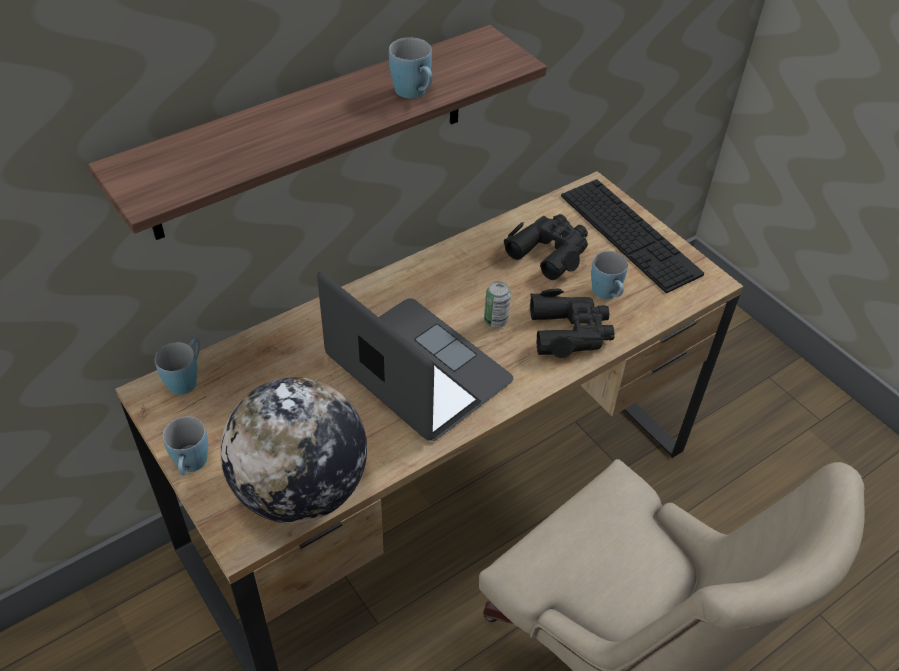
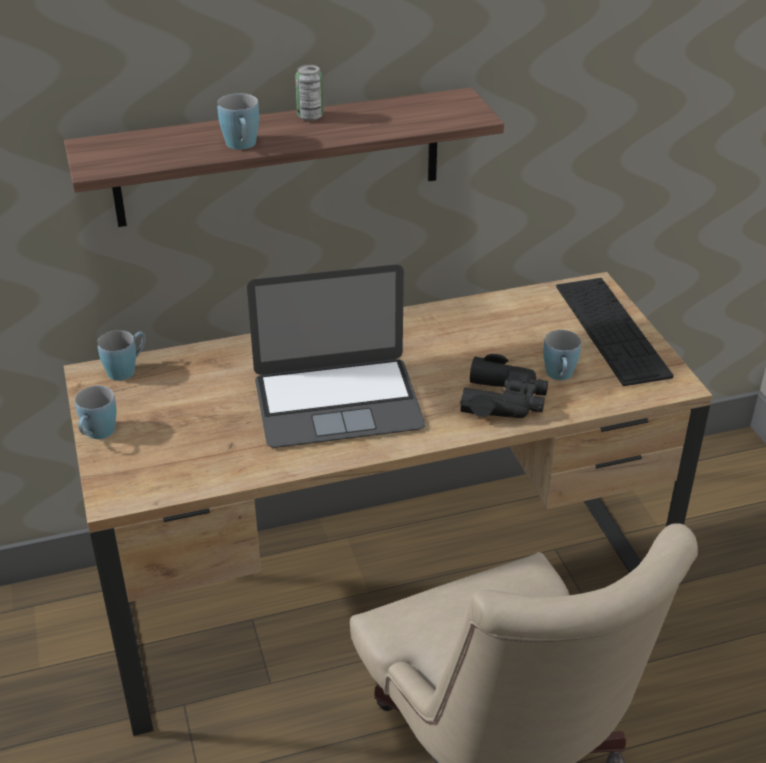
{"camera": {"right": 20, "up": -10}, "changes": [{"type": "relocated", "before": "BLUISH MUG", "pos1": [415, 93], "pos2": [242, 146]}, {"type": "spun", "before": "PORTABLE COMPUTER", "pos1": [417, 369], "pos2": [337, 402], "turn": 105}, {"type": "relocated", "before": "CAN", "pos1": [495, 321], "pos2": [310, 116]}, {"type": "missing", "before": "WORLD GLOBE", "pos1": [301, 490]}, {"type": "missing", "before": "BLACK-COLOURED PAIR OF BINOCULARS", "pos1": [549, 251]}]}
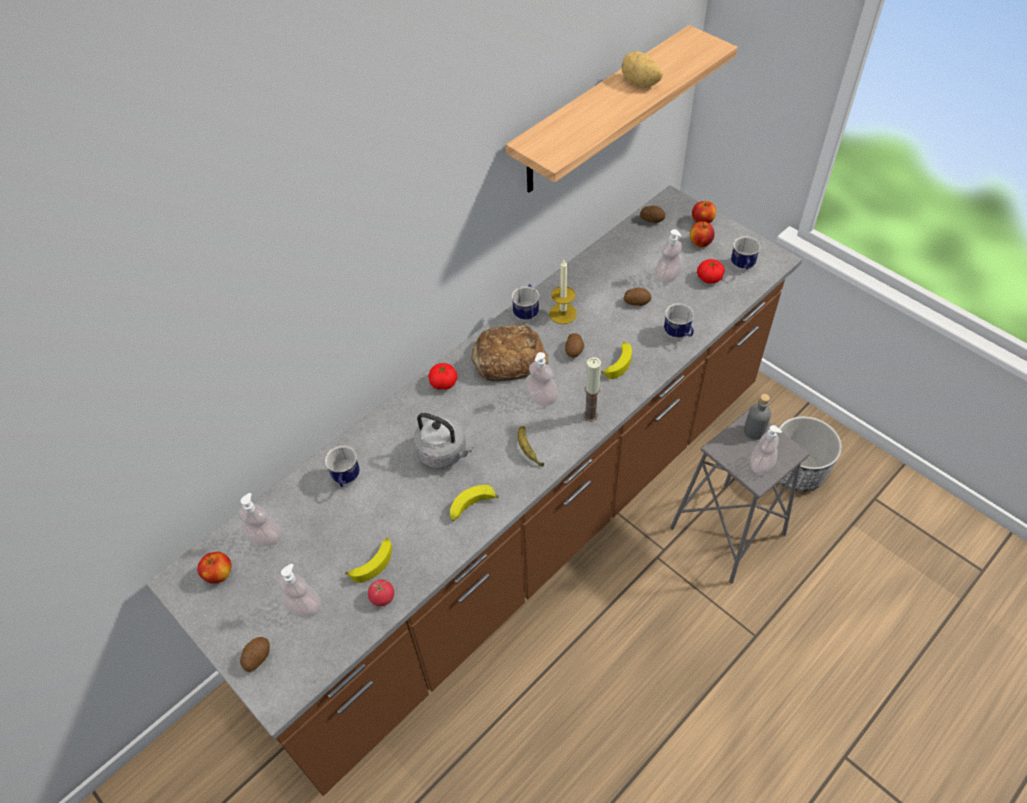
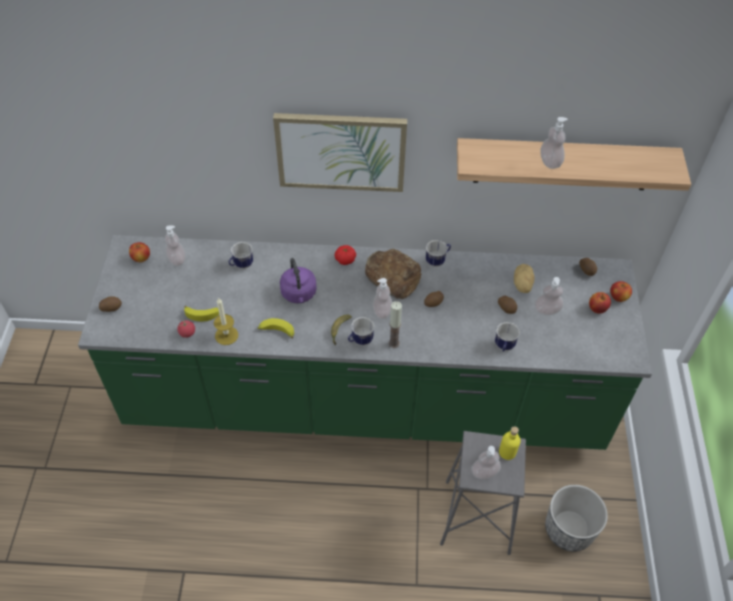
{"camera": {"right": 45, "up": 0}, "changes": [{"type": "colour", "before": "BROWN-COLOURED KITCHEN COUNTER", "after": "GREENISH KITCHEN COUNTER", "pos1": [520, 529], "pos2": [364, 400]}, {"type": "relocated", "before": "CANDLE", "pos1": [563, 313], "pos2": [226, 335]}, {"type": "appeared", "after": "WALL ART", "pos2": [341, 151]}, {"type": "colour", "before": "GREYISH TEA KETTLE", "after": "PURPLISH TEA KETTLE", "pos1": [444, 453], "pos2": [299, 294]}, {"type": "relocated", "before": "MUG", "pos1": [742, 268], "pos2": [359, 341]}, {"type": "colour", "before": "GREYISH DRINK BOTTLE", "after": "YELLOWISH DRINK BOTTLE", "pos1": [754, 431], "pos2": [507, 452]}, {"type": "relocated", "before": "WHOLE POTATO", "pos1": [640, 82], "pos2": [521, 285]}, {"type": "relocated", "before": "SOAP DISPENSER", "pos1": [304, 606], "pos2": [550, 162]}, {"type": "missing", "before": "BANANA FRUIT", "pos1": [618, 363]}, {"type": "missing", "before": "TOMATO", "pos1": [709, 278]}]}
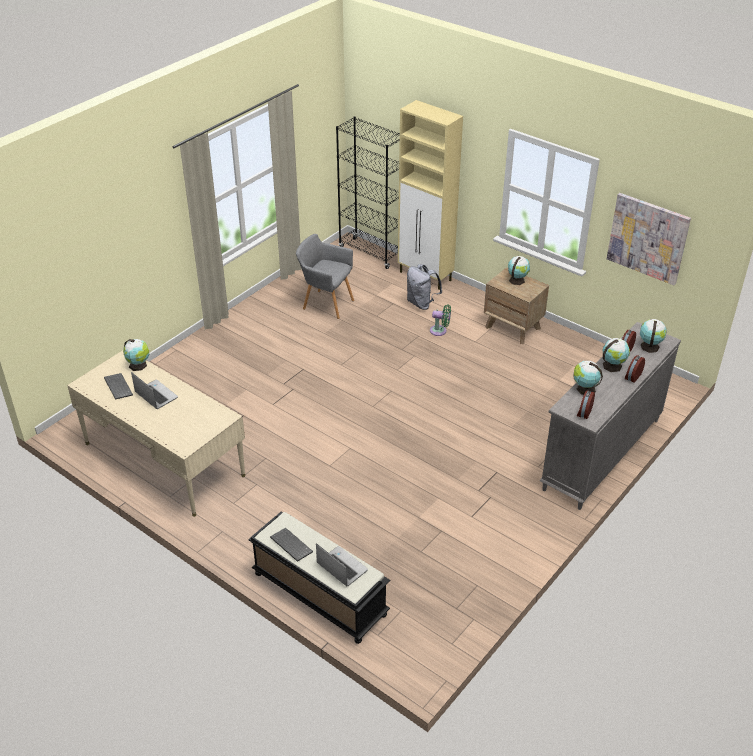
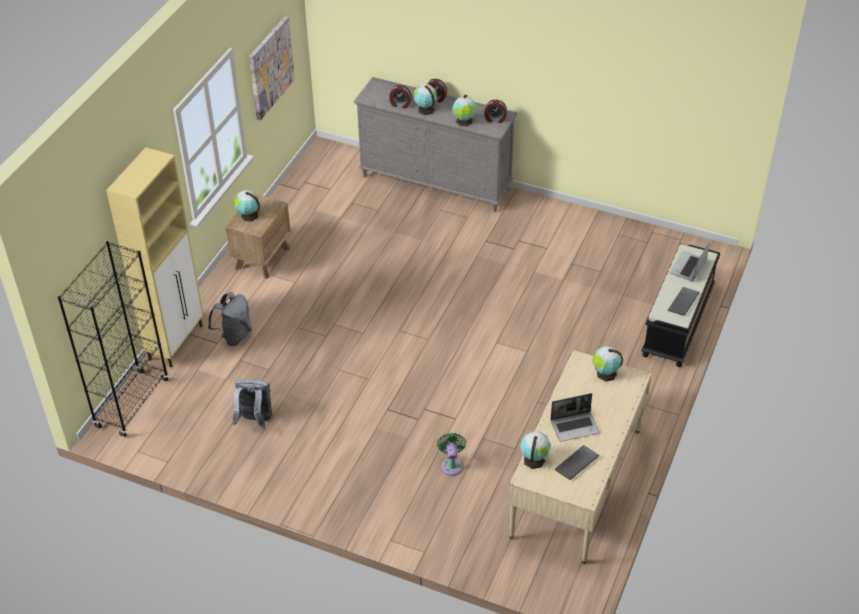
{"camera": {"right": -105, "up": 5}, "changes": [{"type": "exchanged", "before": "GREYISH LOUNGE CHAIR", "after": "GREYISH KNAPSACK", "pos1": [326, 303], "pos2": [255, 420]}, {"type": "relocated", "before": "GREENISH COOLING FAN", "pos1": [440, 331], "pos2": [452, 465]}, {"type": "spun", "before": "PORTABLE COMPUTER", "pos1": [155, 395], "pos2": [575, 426], "turn": -135}, {"type": "relocated", "before": "WORLD GLOBE", "pos1": [649, 346], "pos2": [605, 374]}]}
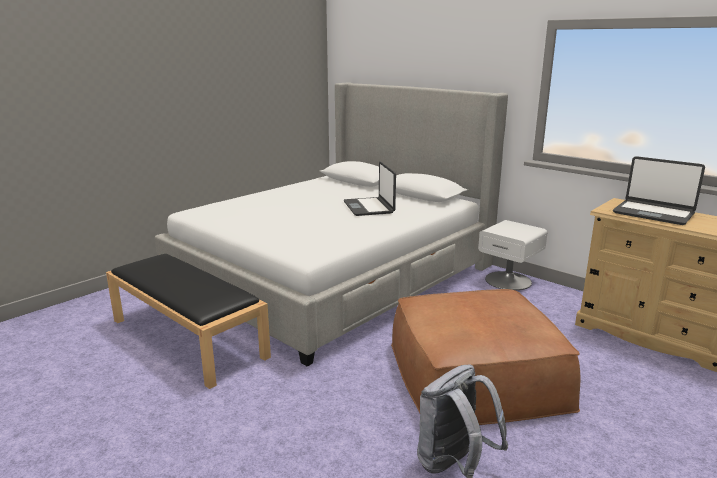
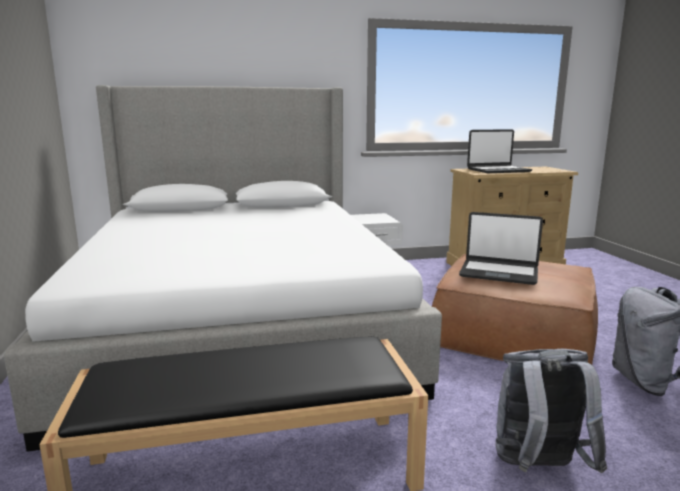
{"camera": {"right": -55, "up": -5}, "changes": [{"type": "relocated", "before": "PORTABLE COMPUTER", "pos1": [369, 207], "pos2": [499, 273]}, {"type": "appeared", "after": "GREYISH KNAPSACK", "pos2": [538, 468]}]}
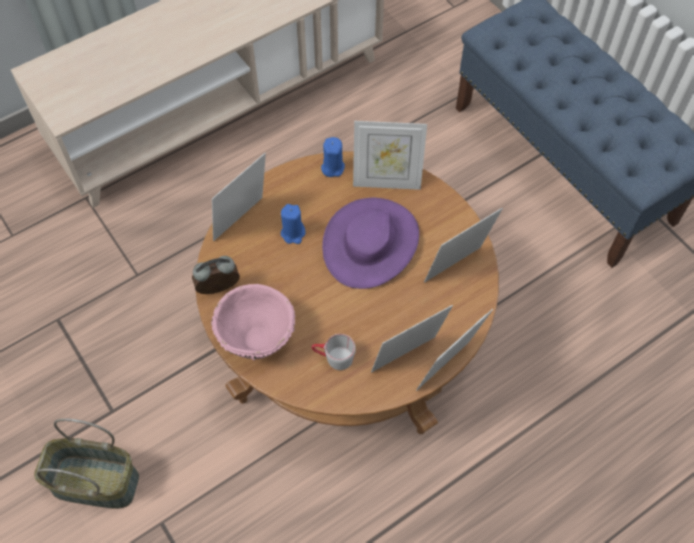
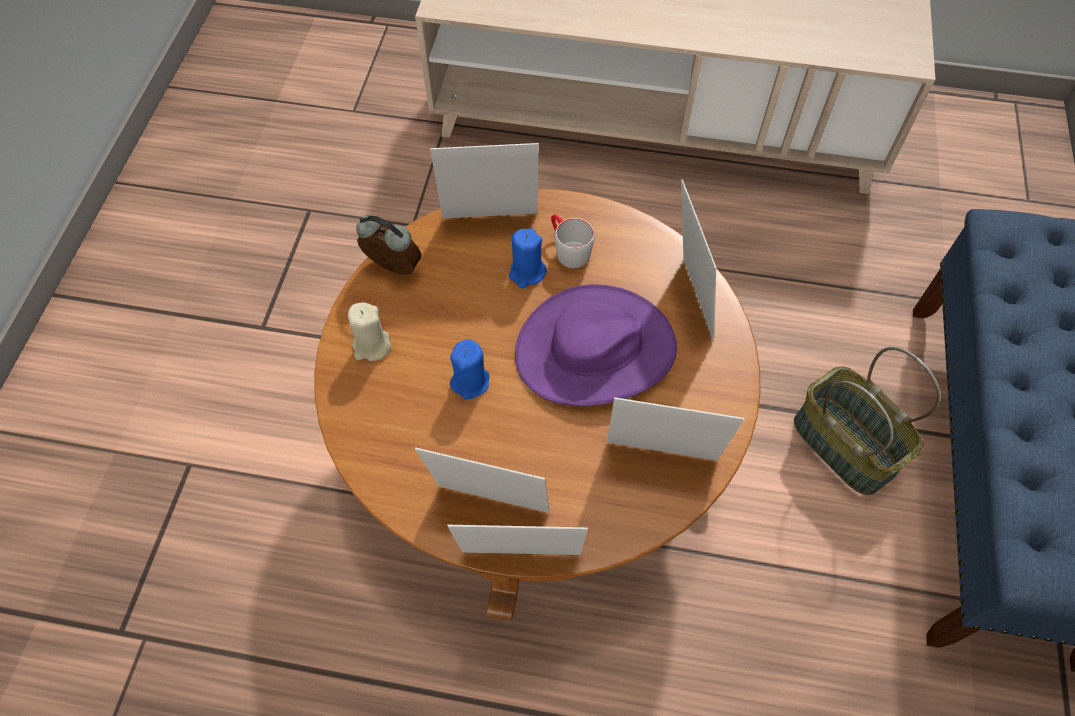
{"camera": {"right": 45, "up": 0}, "changes": [{"type": "exchanged", "before": "PINKISH BOWL", "after": "SAND-COLOURED CANDLE", "pos1": [256, 338], "pos2": [371, 346]}, {"type": "relocated", "before": "BLUISH CANDLE", "pos1": [332, 167], "pos2": [470, 382]}, {"type": "relocated", "before": "GREYISH MUG", "pos1": [333, 358], "pos2": [567, 249]}, {"type": "spun", "before": "PHOTO FRAME", "pos1": [387, 182], "pos2": [688, 299], "turn": -150}, {"type": "relocated", "before": "BASKET", "pos1": [94, 483], "pos2": [842, 445]}]}
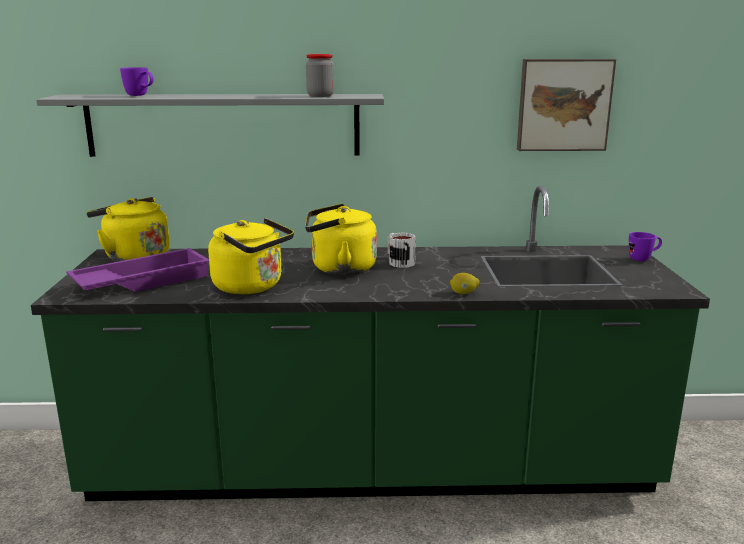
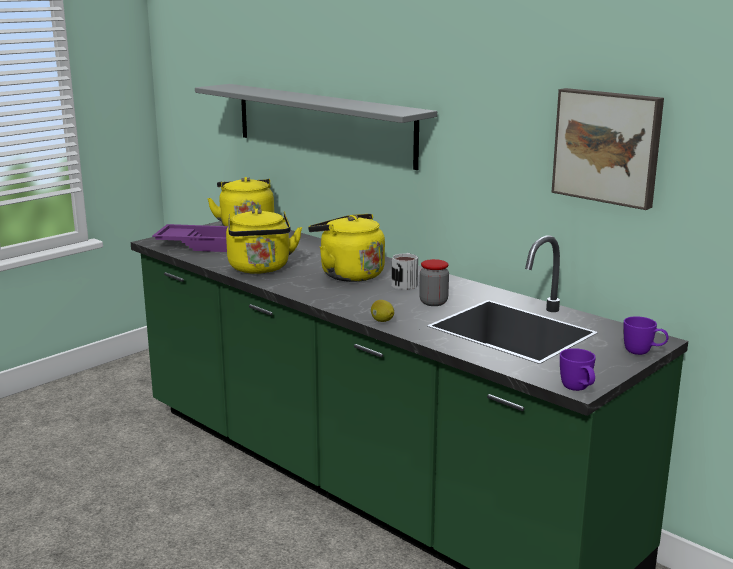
{"camera": {"right": 45, "up": 0}, "changes": [{"type": "relocated", "before": "JAR", "pos1": [320, 96], "pos2": [433, 302]}, {"type": "relocated", "before": "PURPLISH MUG", "pos1": [140, 95], "pos2": [578, 390]}]}
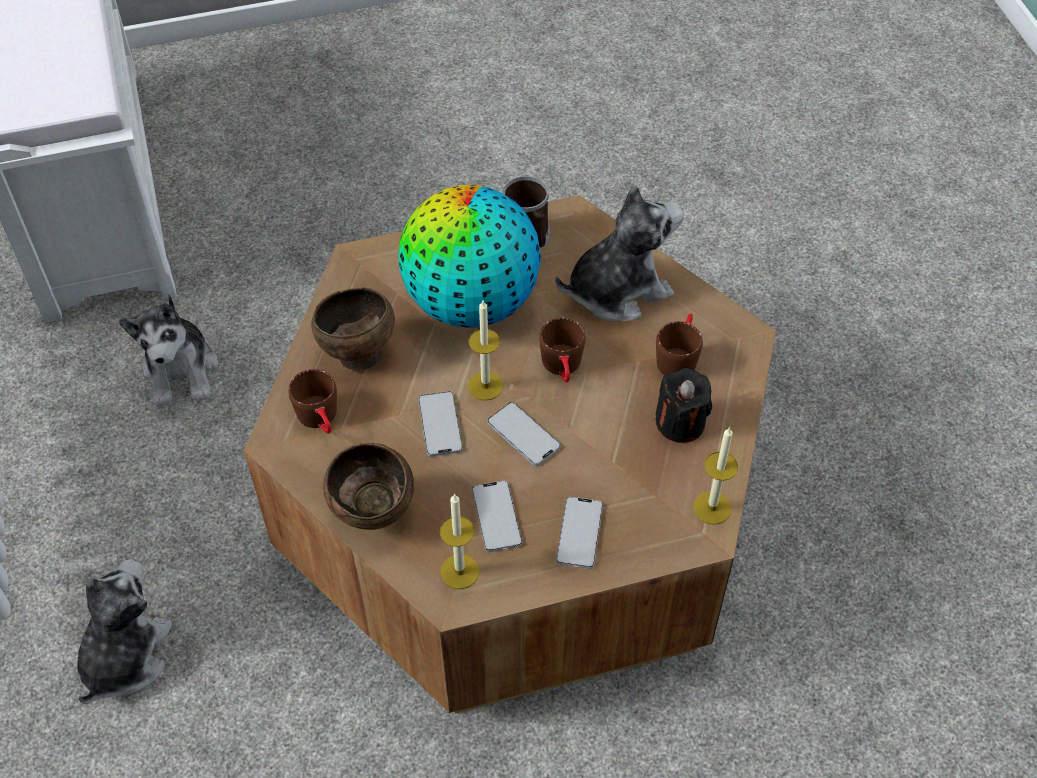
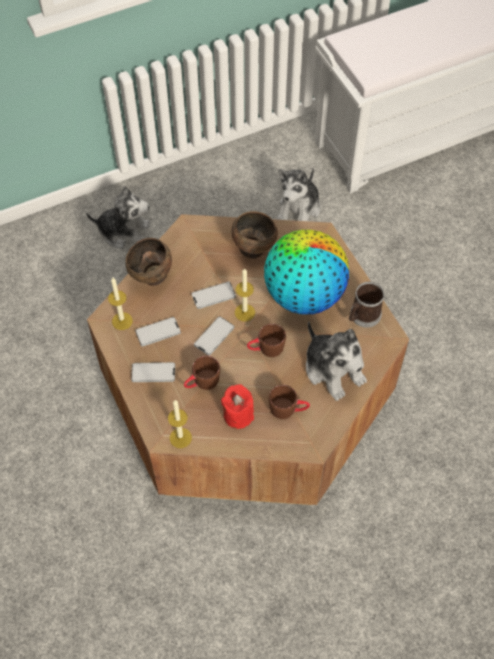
{"camera": {"right": 80, "up": 5}, "changes": [{"type": "relocated", "before": "BROWN-COLOURED MUG", "pos1": [321, 419], "pos2": [201, 383]}, {"type": "colour", "before": "BLACK-COLOURED CANDLE", "after": "RED CANDLE", "pos1": [680, 423], "pos2": [238, 415]}, {"type": "spun", "before": "SOFT TOY", "pos1": [181, 370], "pos2": [299, 209], "turn": -45}]}
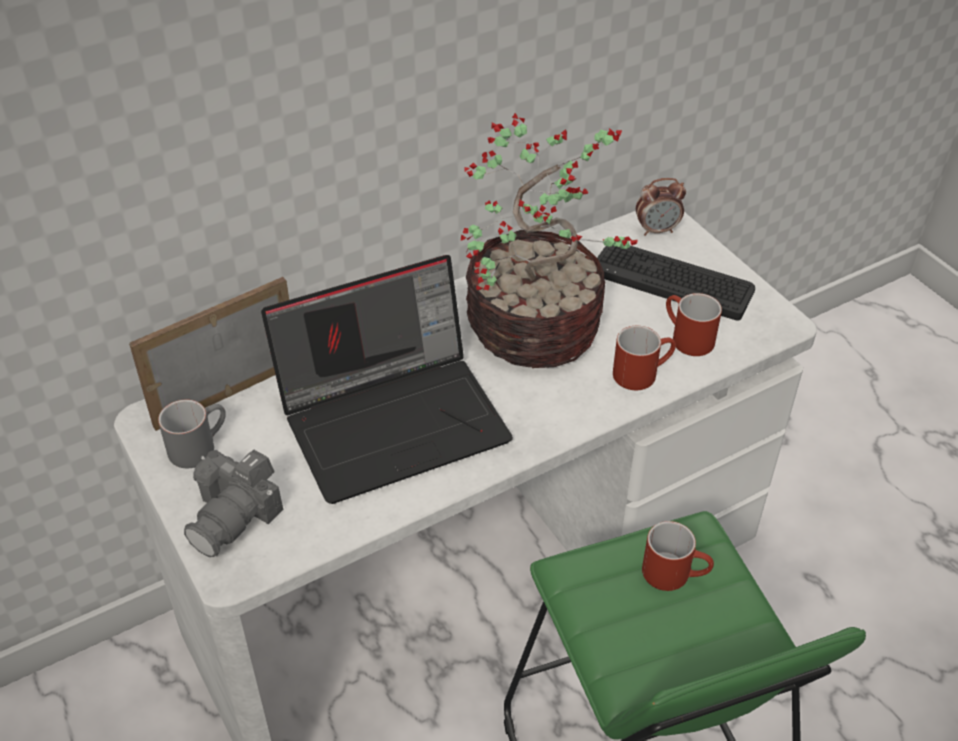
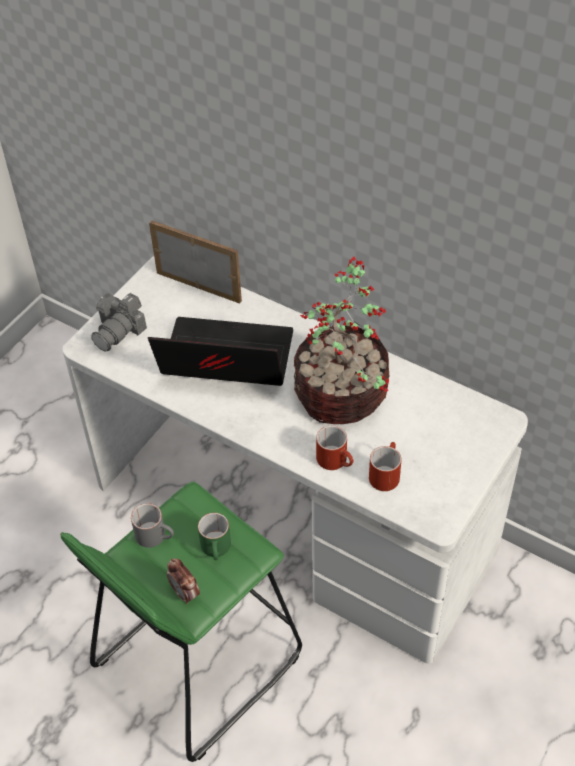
{"camera": {"right": 65, "up": 5}, "changes": [{"type": "spun", "before": "STILL CAMERA", "pos1": [235, 515], "pos2": [119, 330], "turn": -60}, {"type": "relocated", "before": "GREYISH MUG", "pos1": [199, 445], "pos2": [156, 536]}, {"type": "spun", "before": "PORTABLE COMPUTER", "pos1": [395, 418], "pos2": [224, 362], "turn": 150}, {"type": "relocated", "before": "BEDSIDE CLOCK", "pos1": [657, 230], "pos2": [185, 593]}, {"type": "colour", "before": "RED MUG", "after": "GREENISH MUG", "pos1": [675, 573], "pos2": [217, 549]}, {"type": "missing", "before": "PC KEYBOARD", "pos1": [672, 280]}]}
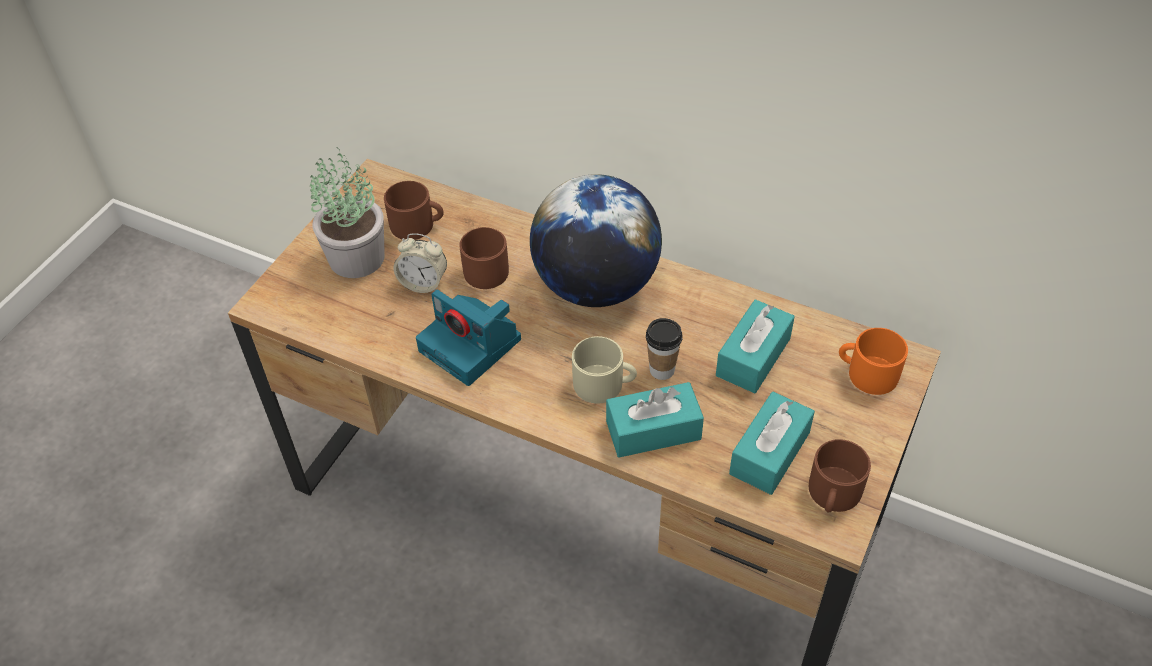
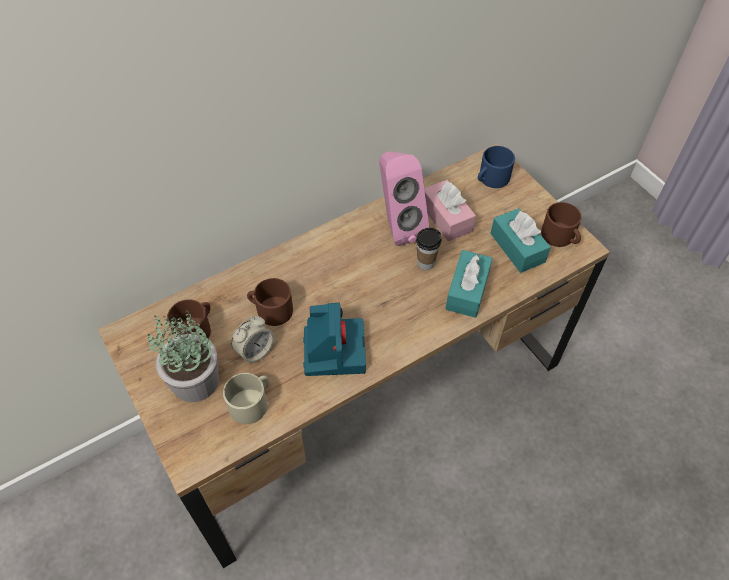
{"camera": {"right": -60, "up": 5}, "changes": [{"type": "relocated", "before": "SAND-COLOURED MUG", "pos1": [604, 384], "pos2": [251, 402]}, {"type": "spun", "before": "STILL CAMERA", "pos1": [472, 345], "pos2": [333, 349], "turn": -75}, {"type": "appeared", "after": "PINKISH SPEAKER", "pos2": [397, 226]}, {"type": "colour", "before": "BLUE-GREEN TISSUE BOX", "after": "PINKISH TISSUE BOX", "pos1": [753, 357], "pos2": [446, 218]}, {"type": "colour", "before": "ORANGE-COLOURED MUG", "after": "BLUISH MUG", "pos1": [866, 373], "pos2": [491, 178]}, {"type": "missing", "before": "WORLD GLOBE", "pos1": [596, 286]}]}
